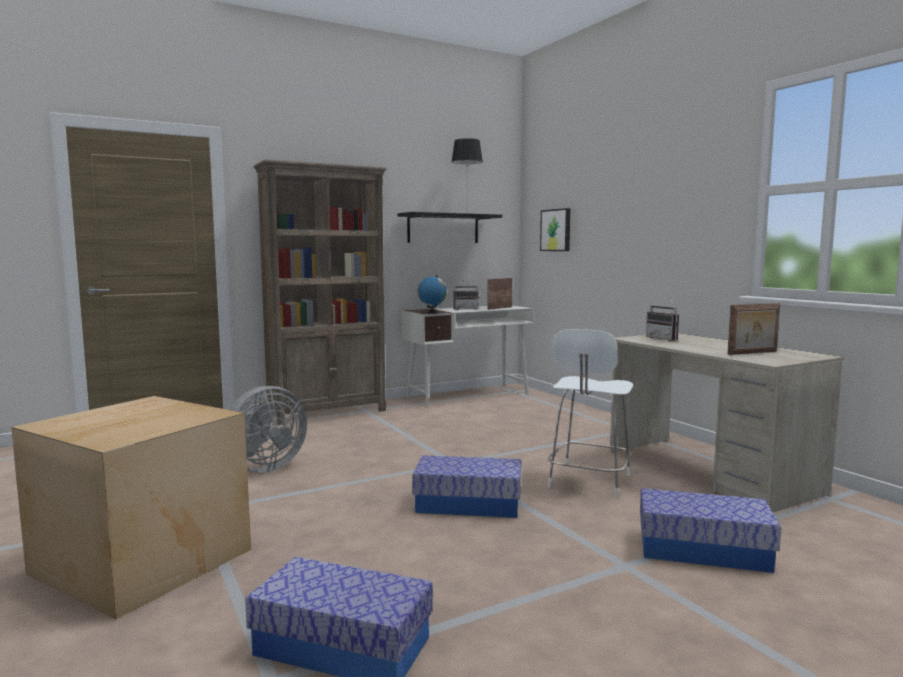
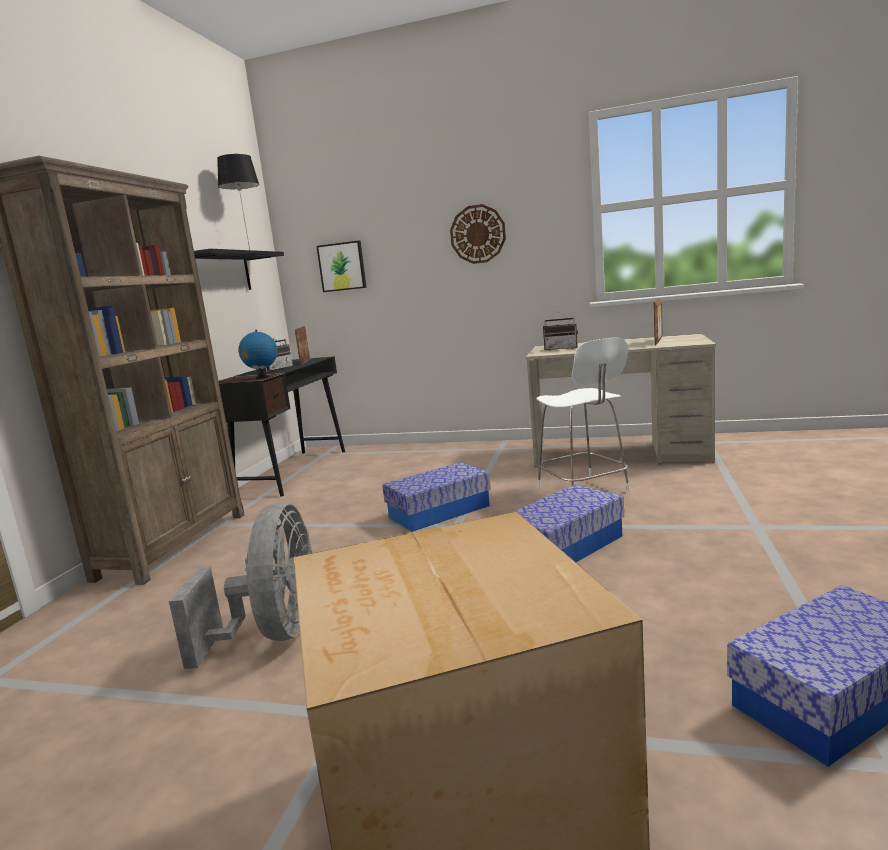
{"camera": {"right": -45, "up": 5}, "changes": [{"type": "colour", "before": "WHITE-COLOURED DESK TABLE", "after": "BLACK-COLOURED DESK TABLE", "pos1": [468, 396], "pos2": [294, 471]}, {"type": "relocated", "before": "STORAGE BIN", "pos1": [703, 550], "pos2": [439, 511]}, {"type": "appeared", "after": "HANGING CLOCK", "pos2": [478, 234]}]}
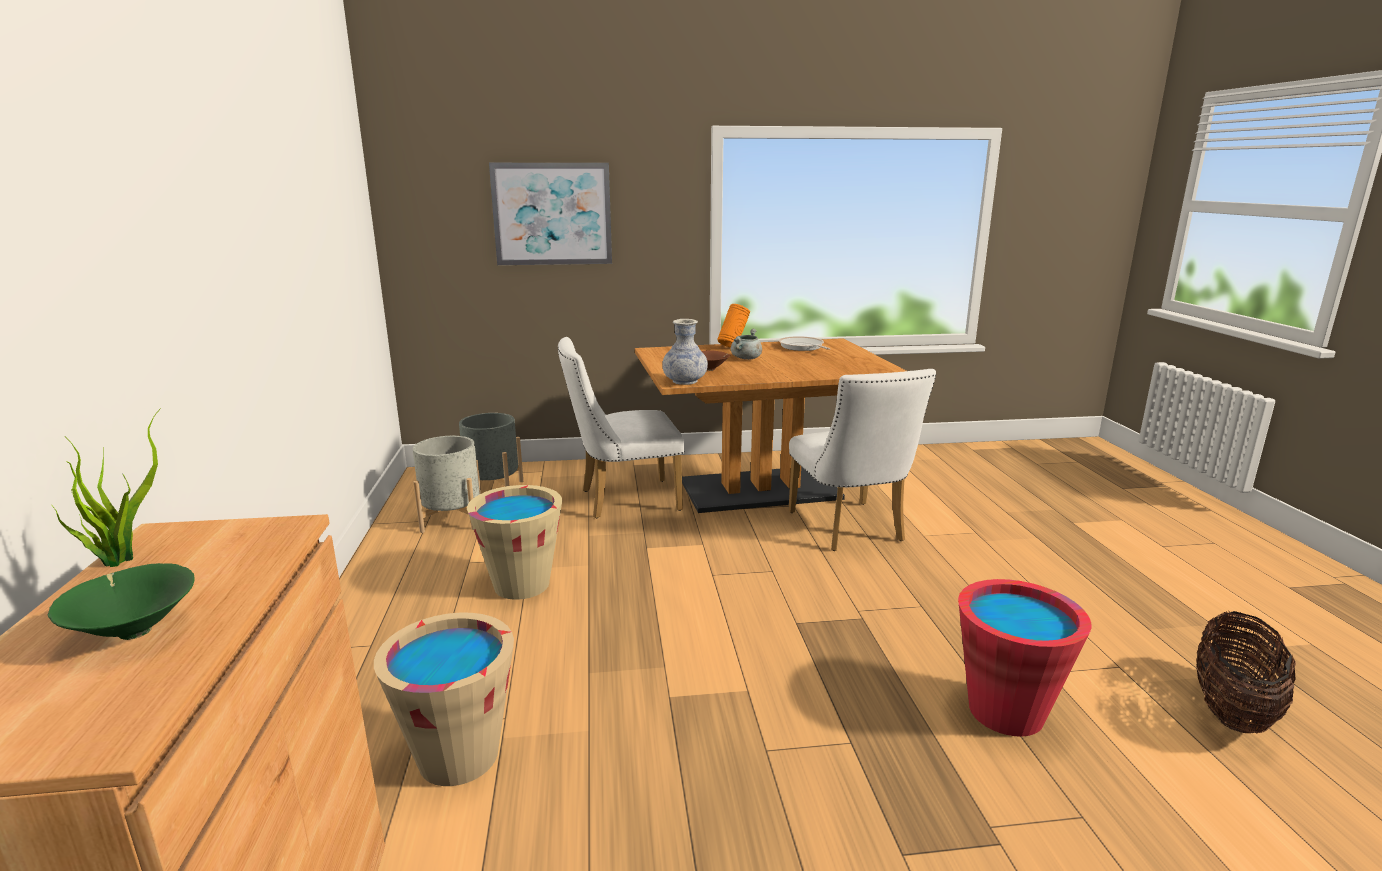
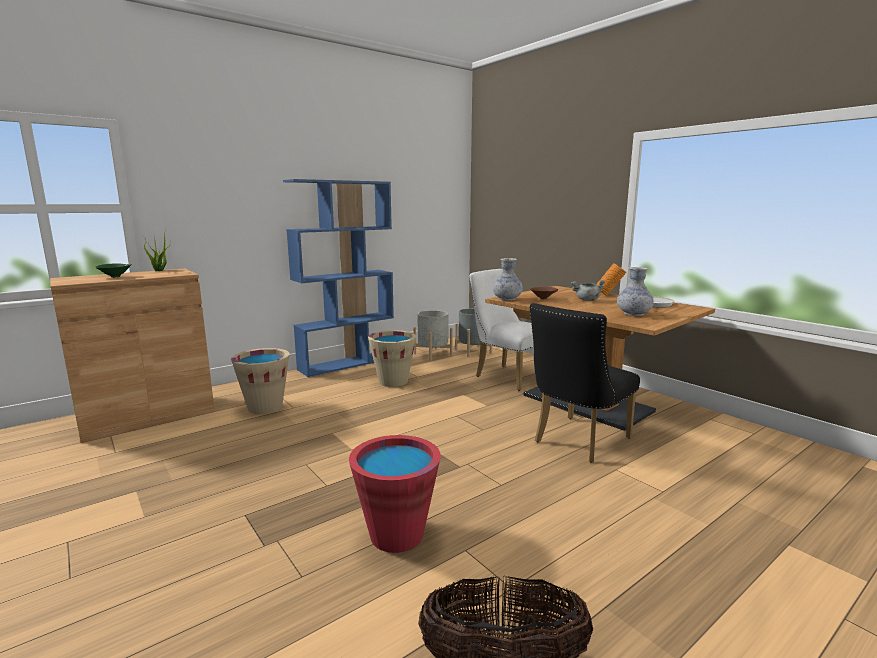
{"camera": {"right": 60, "up": -5}, "changes": [{"type": "appeared", "after": "BLUISH SHELVING UNIT", "pos2": [347, 363]}, {"type": "colour", "before": "WHITE-COLOURED UPRIGHT CHAIR", "after": "BLACK-COLOURED UPRIGHT CHAIR", "pos1": [850, 530], "pos2": [576, 441]}, {"type": "appeared", "after": "VASE", "pos2": [633, 314]}, {"type": "missing", "before": "WALL ART", "pos1": [552, 214]}]}
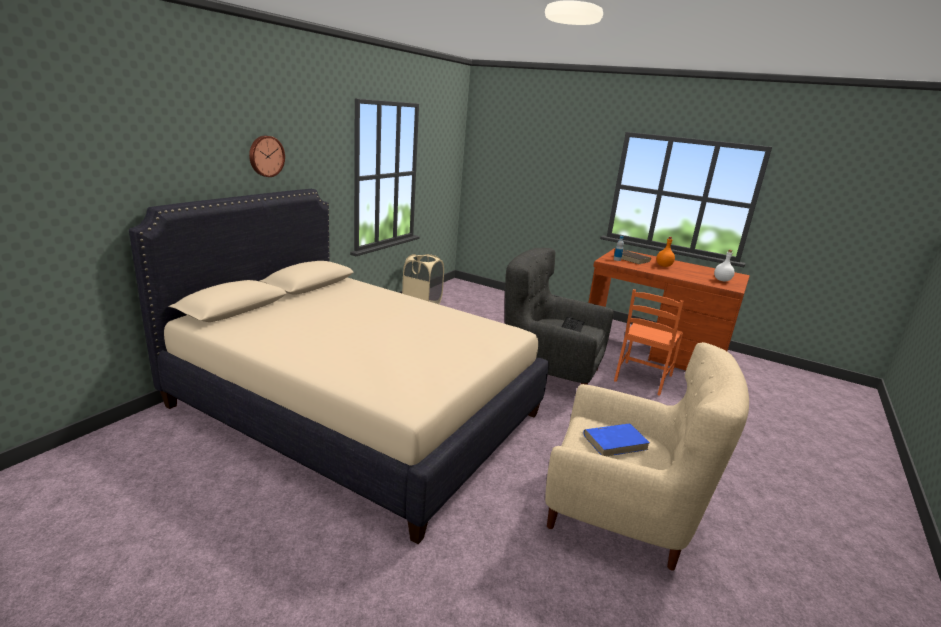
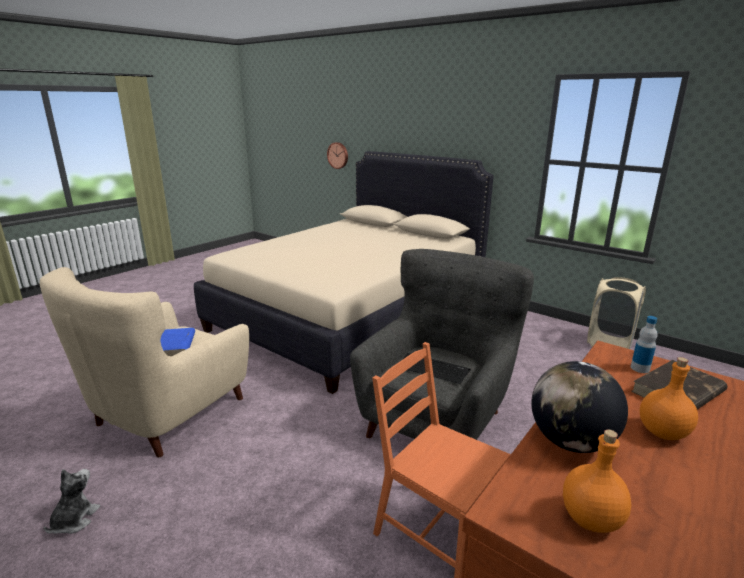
{"camera": {"right": 100, "up": 0}, "changes": [{"type": "appeared", "after": "SOFT TOY", "pos2": [74, 520]}, {"type": "relocated", "before": "HANGING CLOCK", "pos1": [266, 156], "pos2": [338, 155]}, {"type": "appeared", "after": "WORLD GLOBE", "pos2": [570, 442]}, {"type": "colour", "before": "WHITE-COLOURED DRINK BOTTLE", "after": "ORANGE-COLOURED DRINK BOTTLE", "pos1": [722, 280], "pos2": [590, 520]}]}
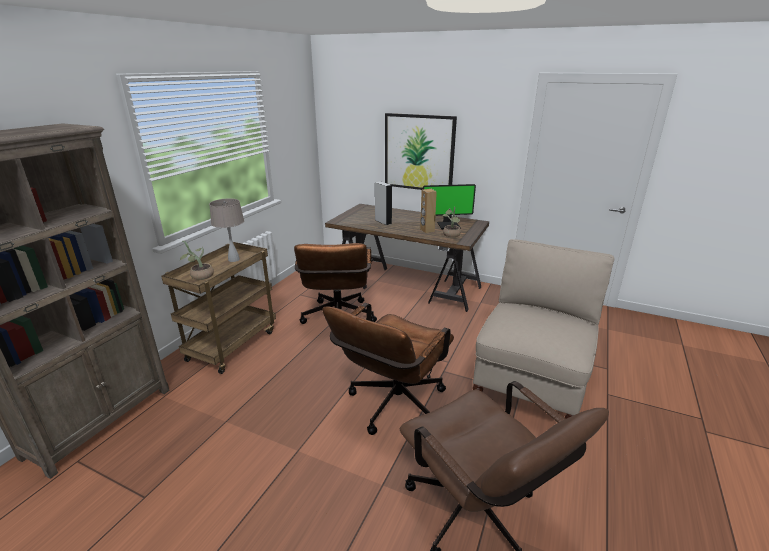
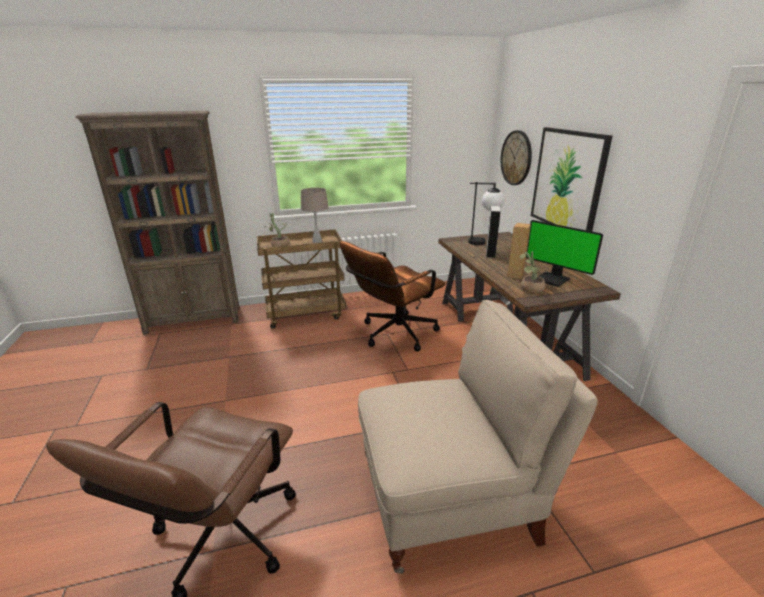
{"camera": {"right": 50, "up": 0}, "changes": [{"type": "appeared", "after": "TABLE LAMP", "pos2": [483, 242]}, {"type": "appeared", "after": "HANGING CLOCK", "pos2": [516, 158]}, {"type": "missing", "before": "BROWN-COLOURED DESK CHAIR", "pos1": [392, 408]}]}
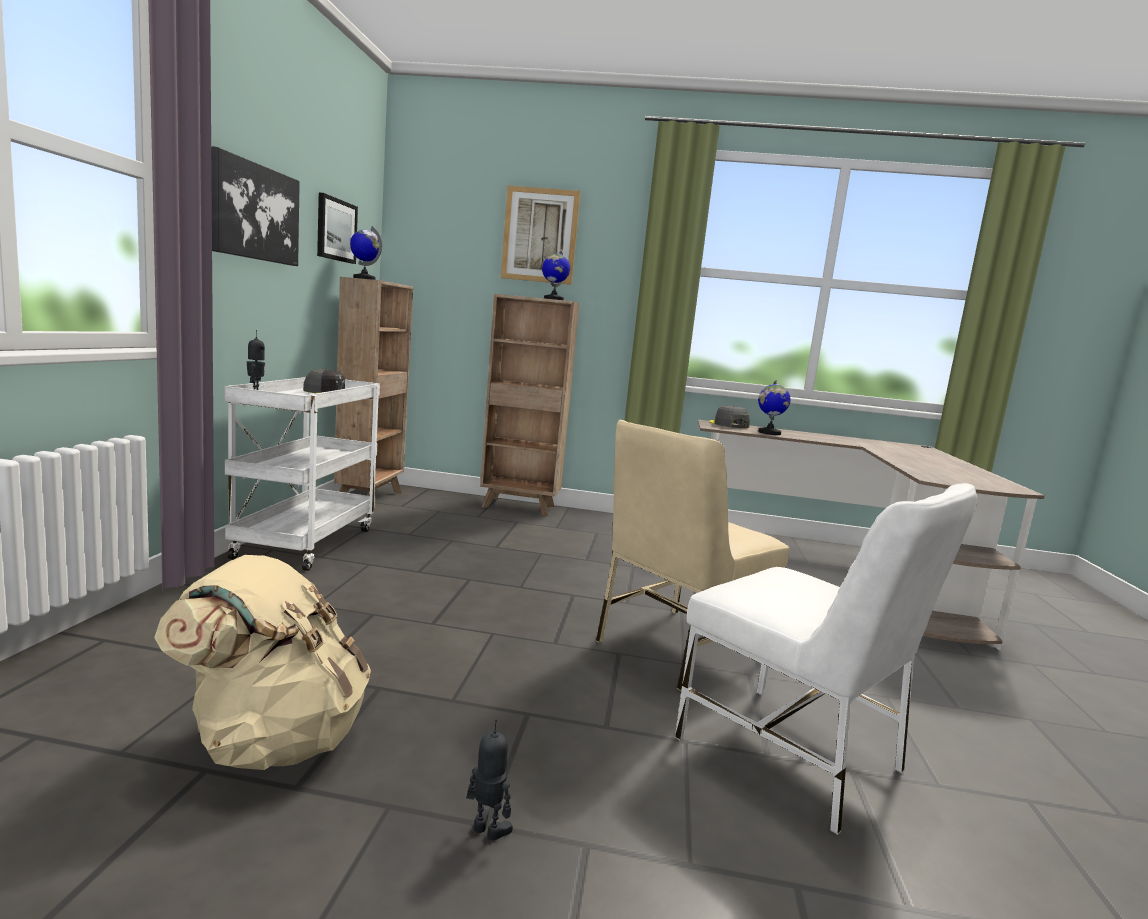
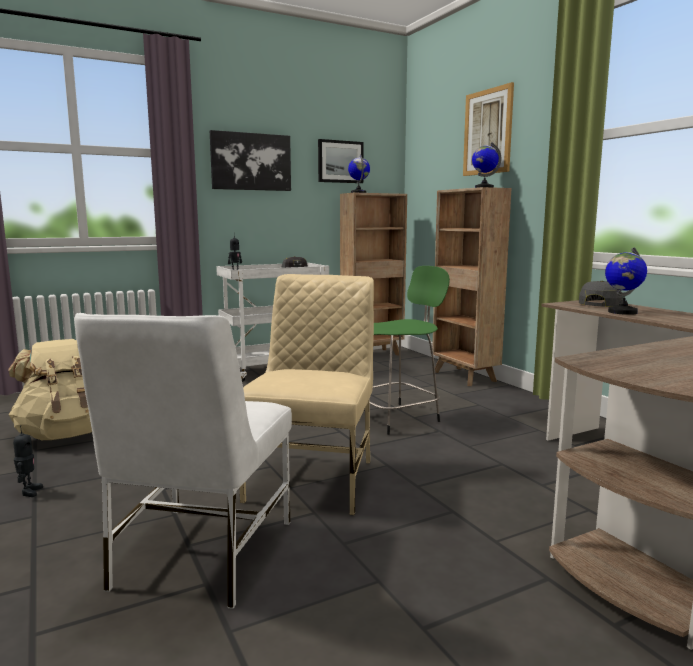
{"camera": {"right": 55, "up": 0}, "changes": [{"type": "spun", "before": "SAND-COLOURED UPRIGHT CHAIR", "pos1": [676, 648], "pos2": [314, 479], "turn": 90}, {"type": "appeared", "after": "GREENISH STOOL", "pos2": [397, 417]}]}
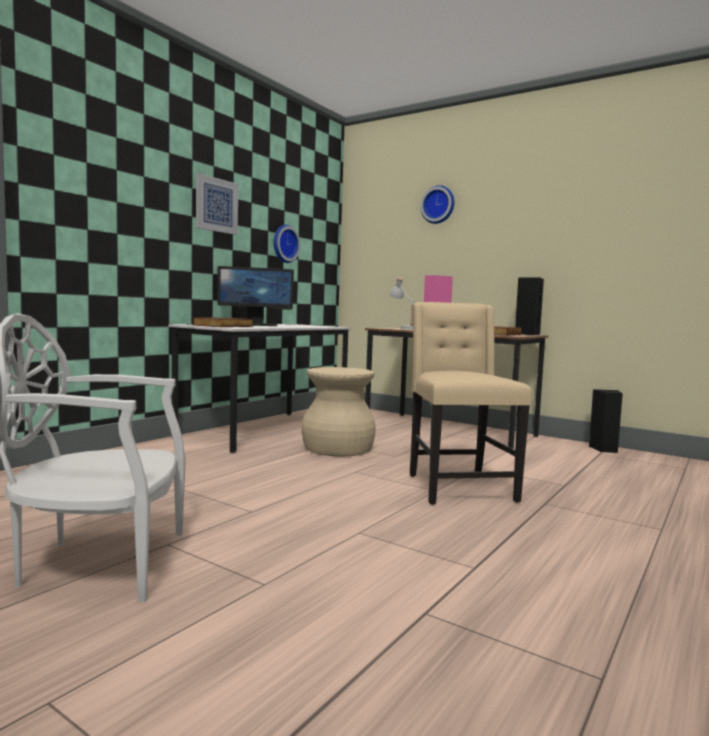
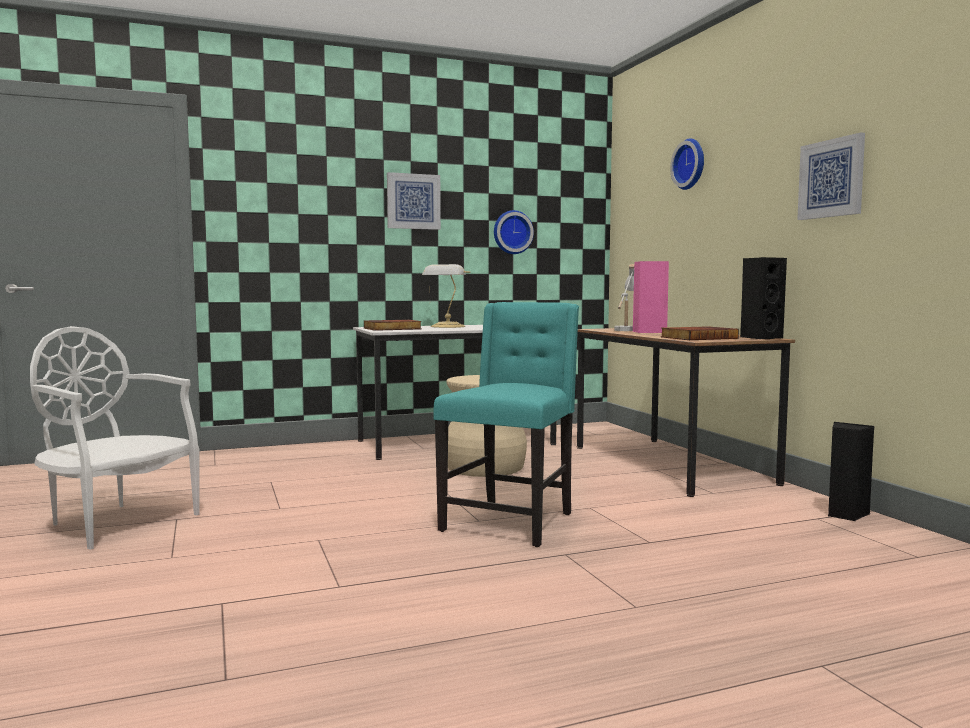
{"camera": {"right": 35, "up": 0}, "changes": [{"type": "exchanged", "before": "COMPUTER SCREEN", "after": "TABLE LAMP", "pos1": [255, 325], "pos2": [447, 326]}, {"type": "colour", "before": "SAND-COLOURED UPRIGHT CHAIR", "after": "BLUE-GREEN UPRIGHT CHAIR", "pos1": [457, 487], "pos2": [510, 522]}, {"type": "appeared", "after": "WALL ART", "pos2": [831, 178]}]}
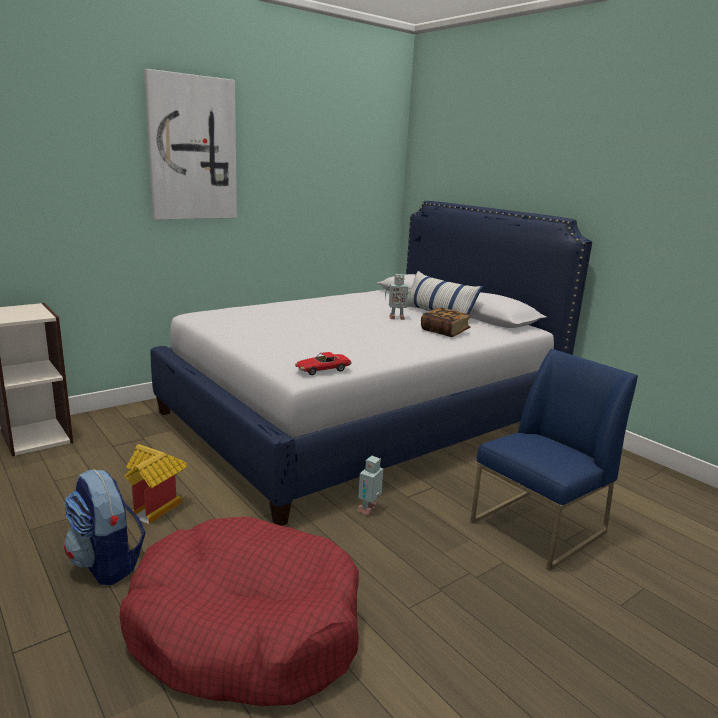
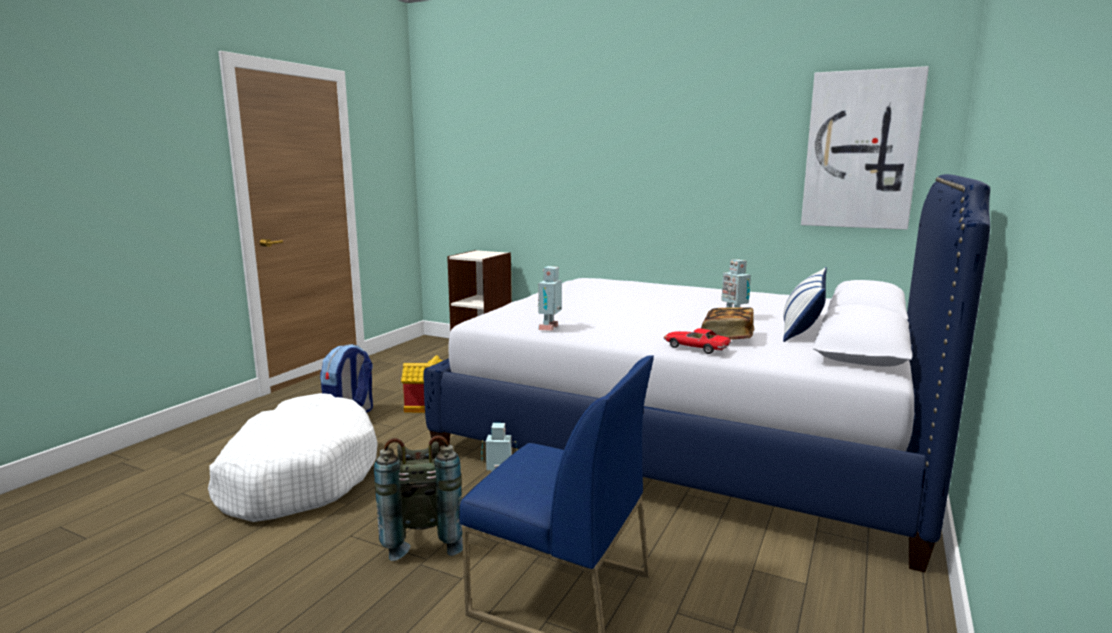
{"camera": {"right": 65, "up": -5}, "changes": [{"type": "colour", "before": "RED PET BED", "after": "WHITE-COLOURED PET BED", "pos1": [245, 629], "pos2": [298, 476]}, {"type": "appeared", "after": "GREYISH KNAPSACK", "pos2": [424, 538]}, {"type": "appeared", "after": "ROBOT FIGURE", "pos2": [550, 328]}, {"type": "relocated", "before": "MODEL CAR", "pos1": [322, 370], "pos2": [695, 348]}, {"type": "relocated", "before": "WALL ART", "pos1": [192, 149], "pos2": [861, 150]}]}
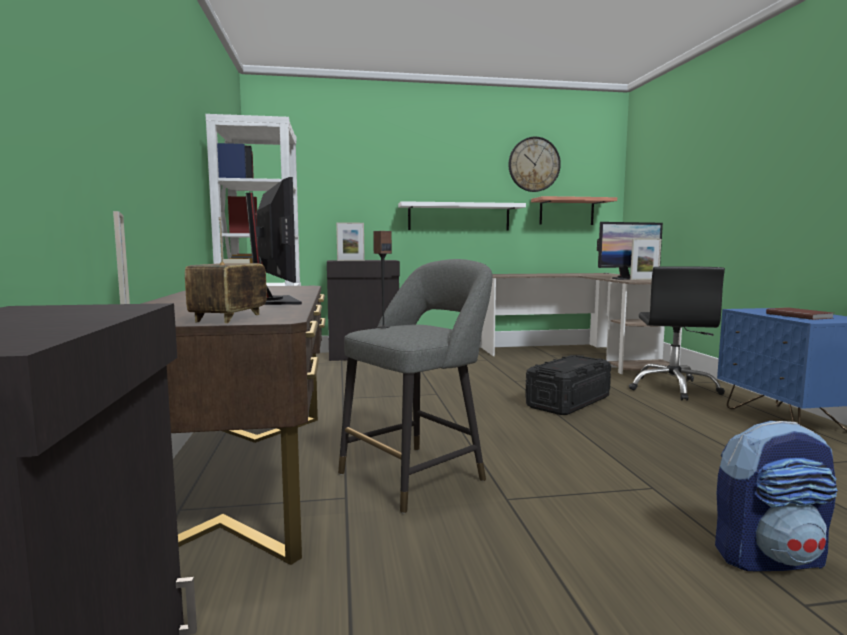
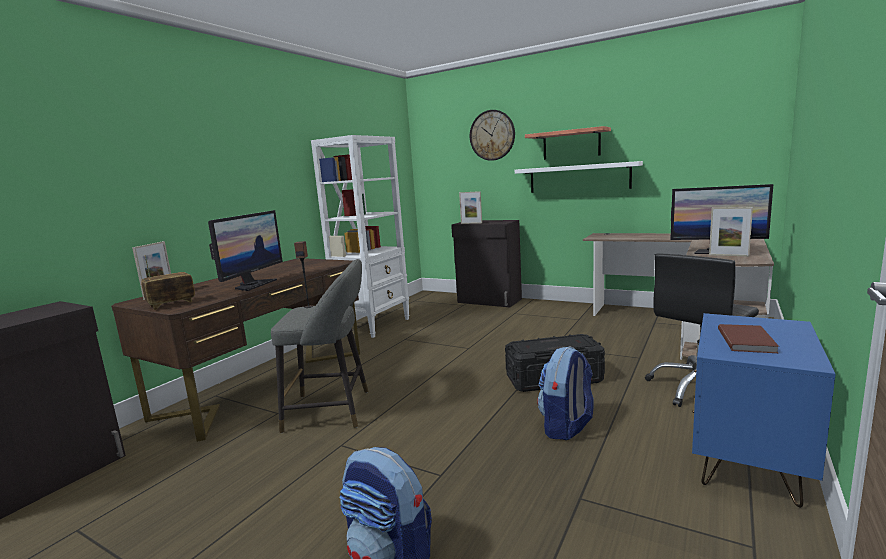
{"camera": {"right": 40, "up": 5}, "changes": [{"type": "relocated", "before": "HANGING CLOCK", "pos1": [534, 164], "pos2": [492, 135]}, {"type": "relocated", "before": "WALL SHELF", "pos1": [566, 212], "pos2": [571, 144]}, {"type": "appeared", "after": "KNAPSACK", "pos2": [566, 427]}]}
